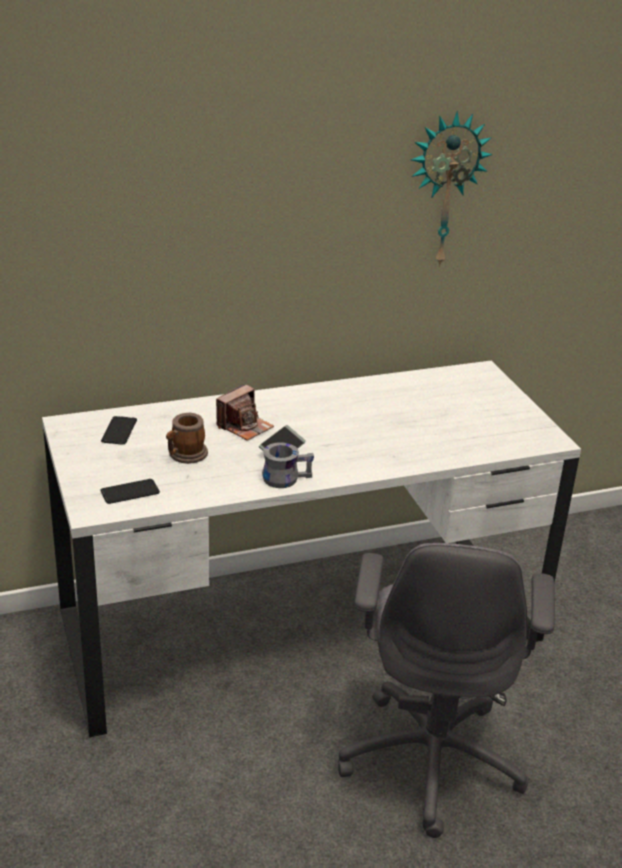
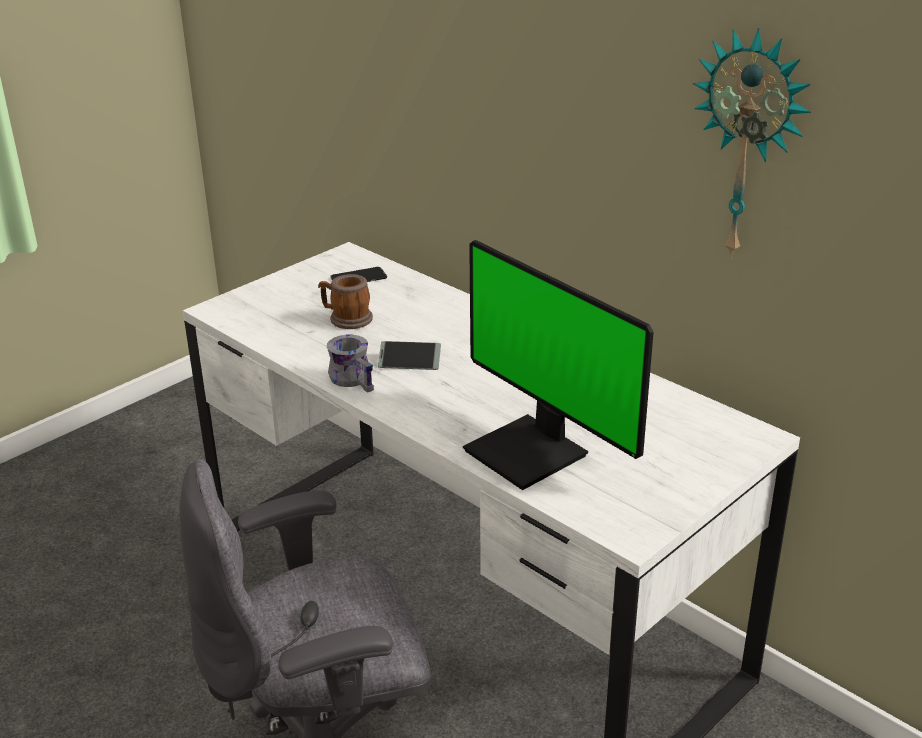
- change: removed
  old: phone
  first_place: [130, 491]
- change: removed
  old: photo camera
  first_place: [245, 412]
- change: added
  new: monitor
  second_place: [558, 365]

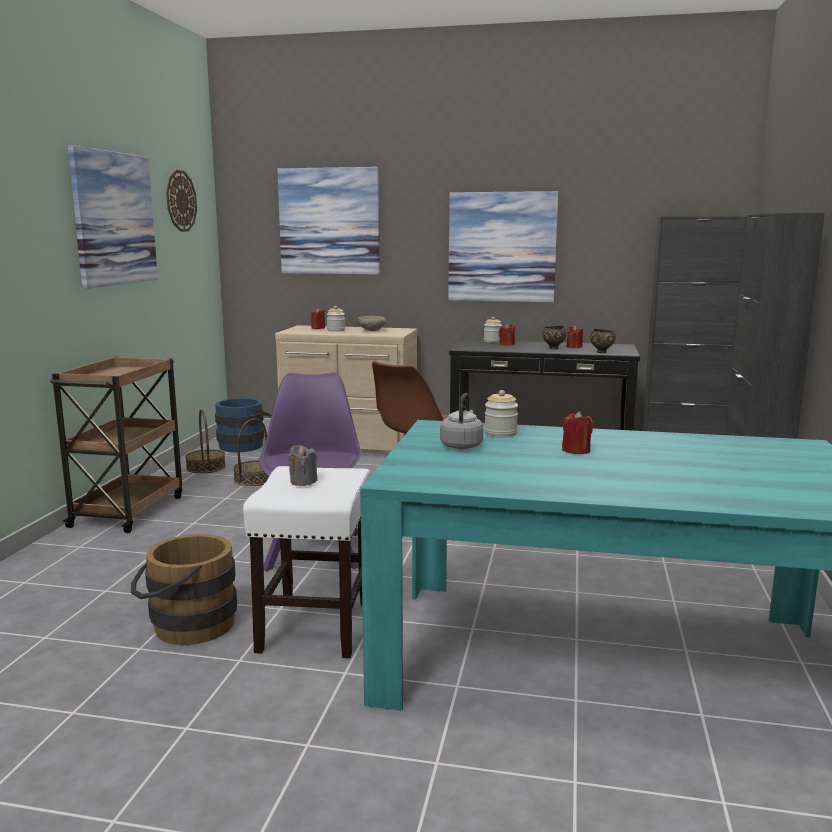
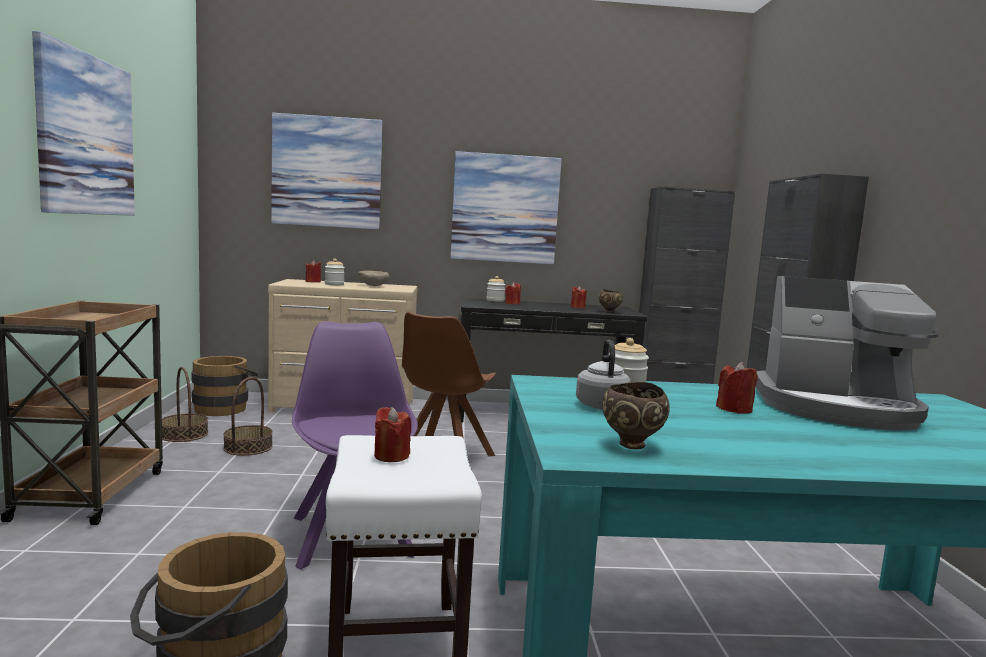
- change: removed
  old: wall clock
  first_place: [181, 201]
- change: recoloured
  old: blue bucket
  new: brown bucket
  first_place: [243, 425]
  second_place: [225, 386]
- change: recoloured
  old: grey candle
  new: red candle
  first_place: [303, 465]
  second_place: [392, 434]
- change: moved
  old: brown bowl
  first_place: [554, 337]
  second_place: [636, 415]
- change: added
  new: coffee machine
  second_place: [847, 353]

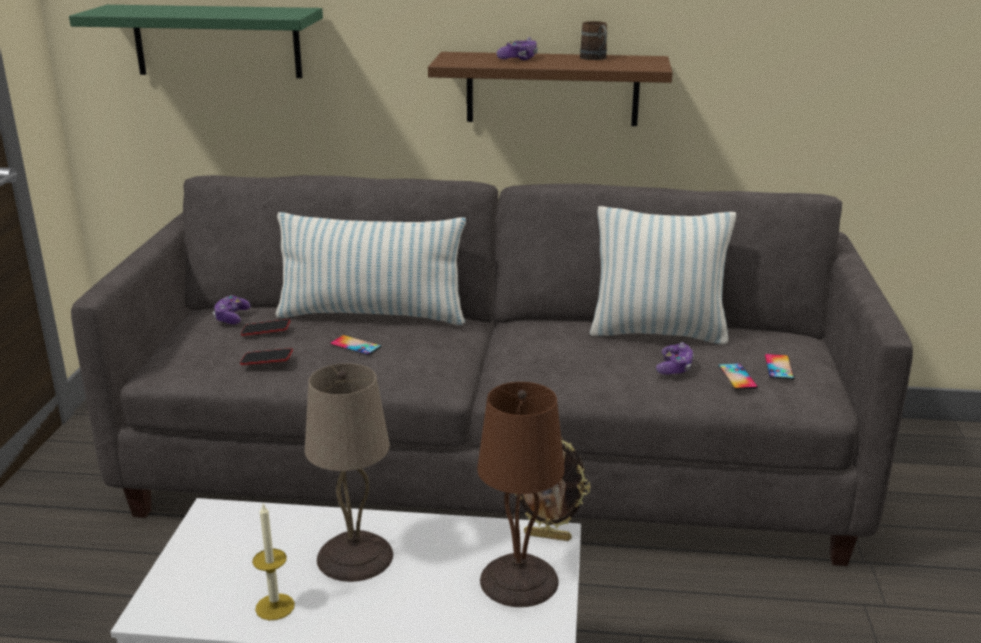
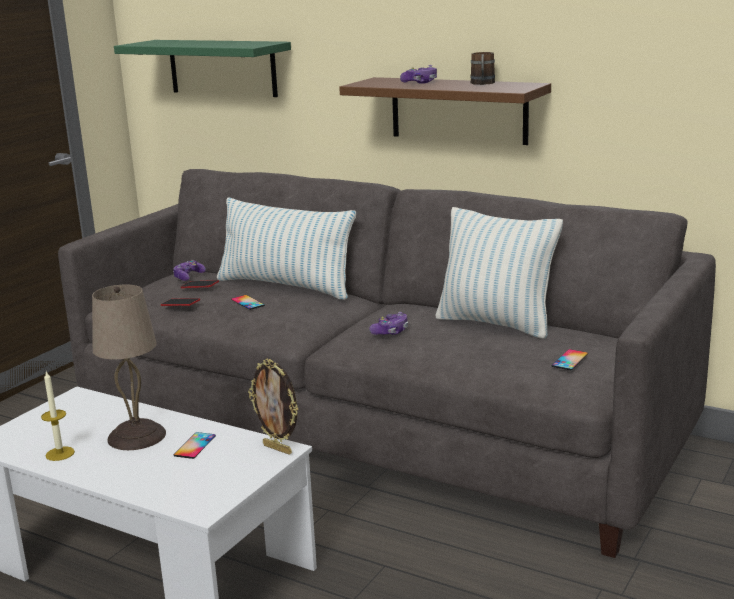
- change: removed
  old: brown table lamp
  first_place: [521, 494]
- change: moved
  old: game controller
  first_place: [675, 358]
  second_place: [388, 323]
- change: moved
  old: phone
  first_place: [738, 376]
  second_place: [195, 445]

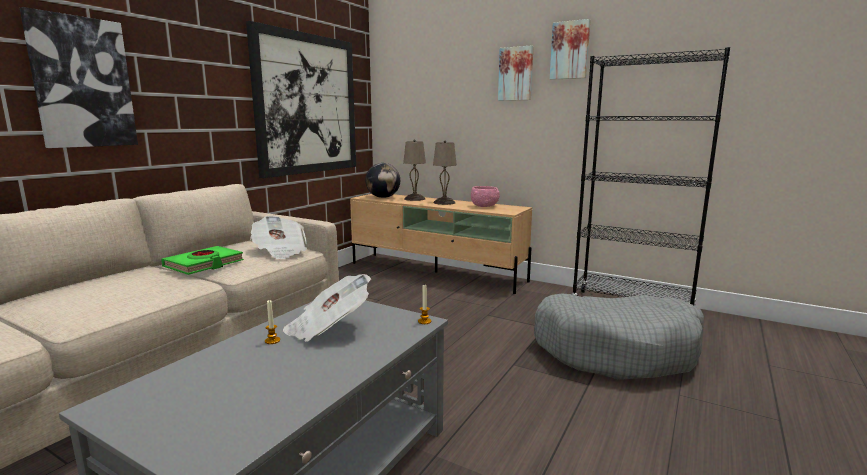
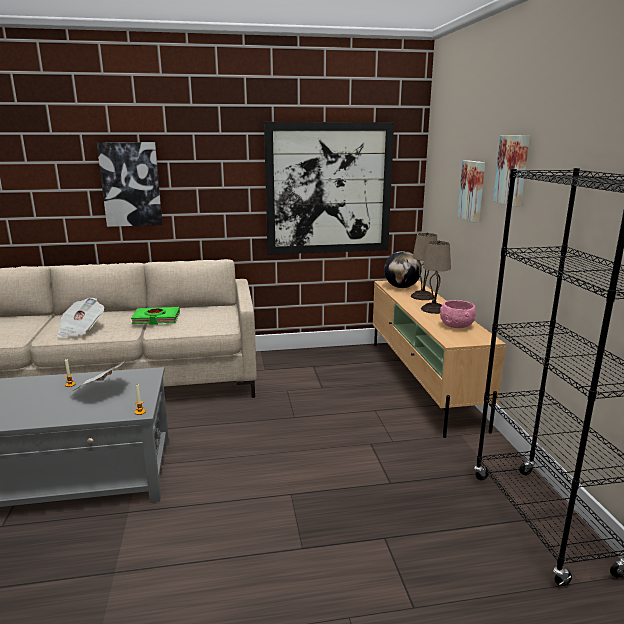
- change: moved
  old: newspaper
  first_place: [278, 237]
  second_place: [80, 318]
- change: removed
  old: grey dog bed
  first_place: [619, 337]
- change: moved
  old: picture
  first_place: [570, 49]
  second_place: [471, 191]

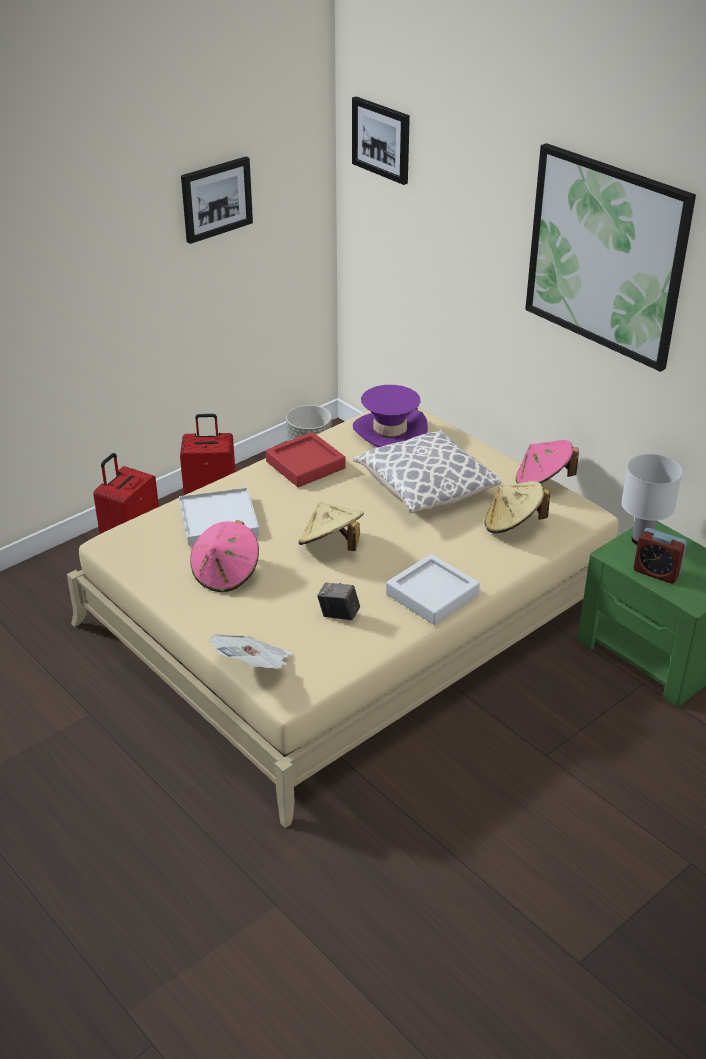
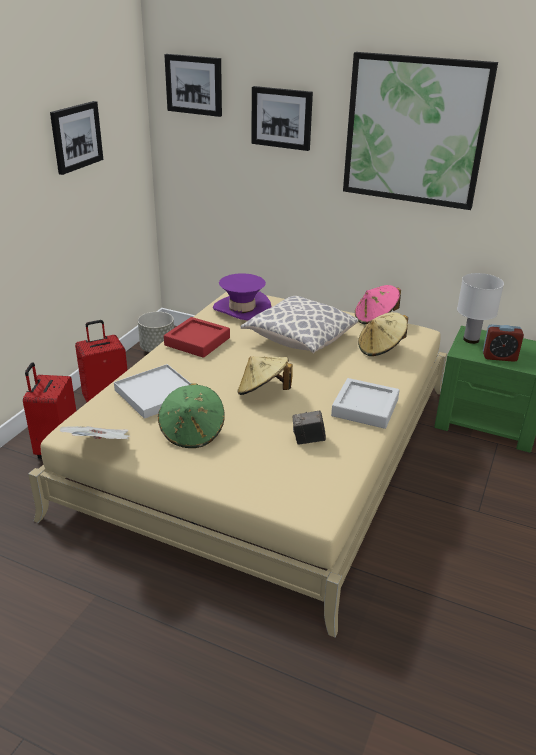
- change: recoloured
  old: pink hat
  new: green hat
  first_place: [224, 556]
  second_place: [191, 415]
- change: moved
  old: newspaper
  first_place: [250, 651]
  second_place: [95, 432]
- change: added
  new: picture
  second_place: [282, 118]

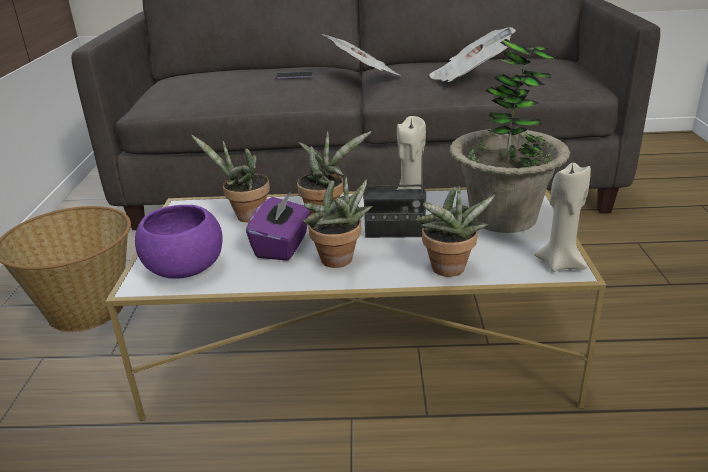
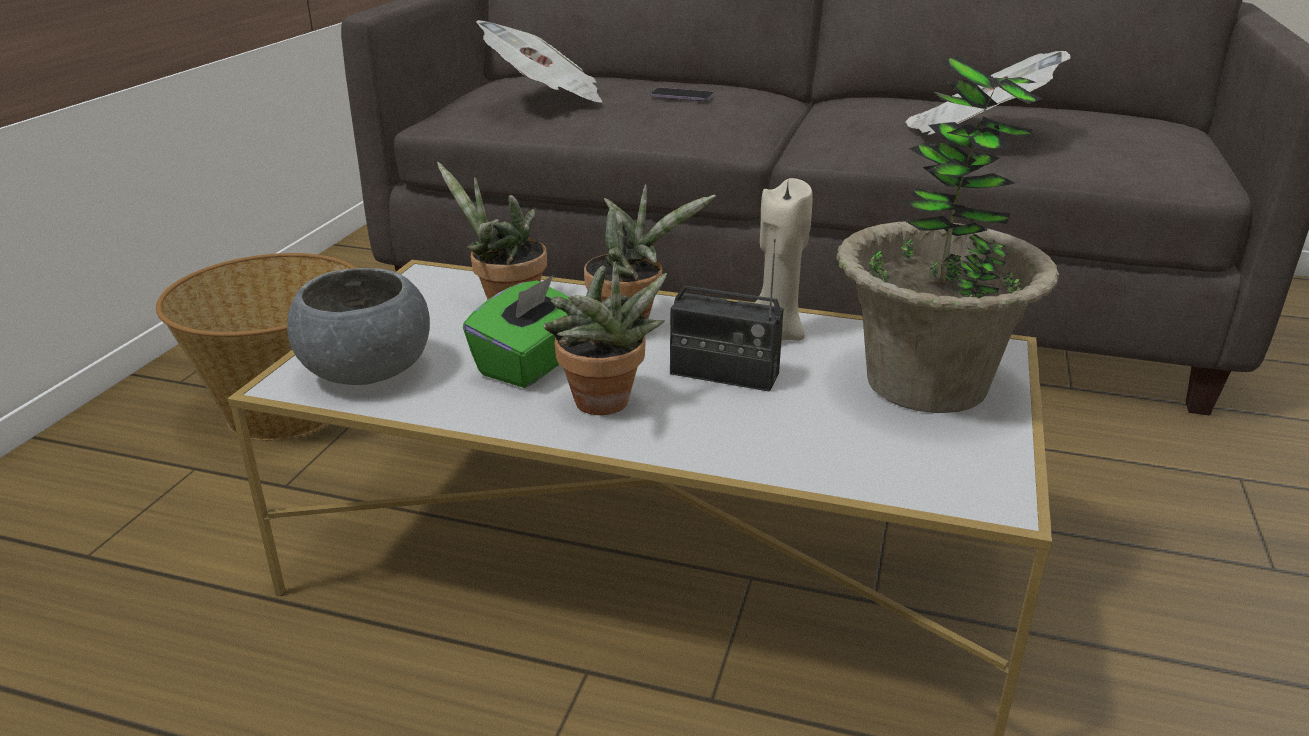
- change: recoloured
  old: purple bowl
  new: grey bowl
  first_place: [179, 242]
  second_place: [358, 326]
- change: recoloured
  old: purple tissue box
  new: green tissue box
  first_place: [278, 227]
  second_place: [516, 331]
- change: moved
  old: newspaper
  first_place: [362, 55]
  second_place: [539, 61]
- change: removed
  old: potted plant
  first_place: [455, 231]
- change: removed
  old: beige candle
  first_place: [562, 217]

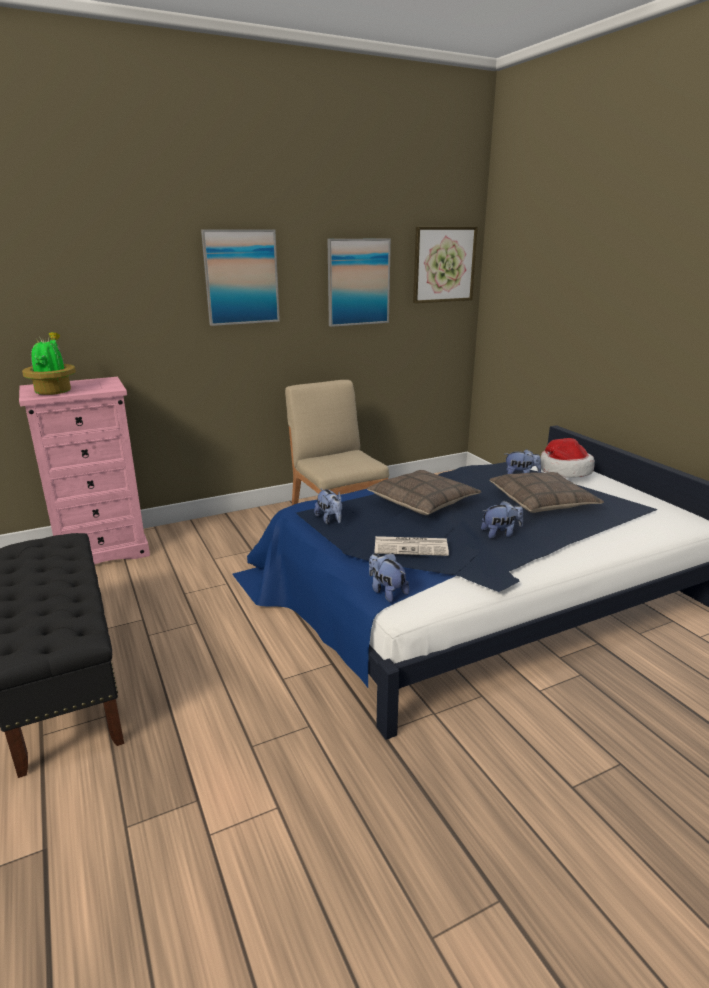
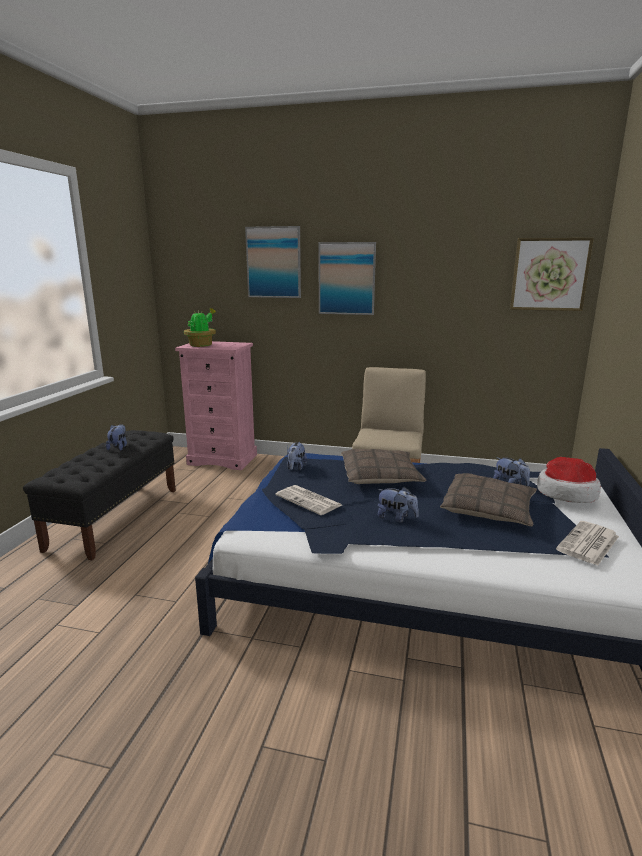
- change: moved
  old: picture
  first_place: [359, 282]
  second_place: [273, 262]
- change: moved
  old: plush toy
  first_place: [389, 577]
  second_place: [116, 437]
- change: added
  new: newspaper
  second_place: [587, 543]

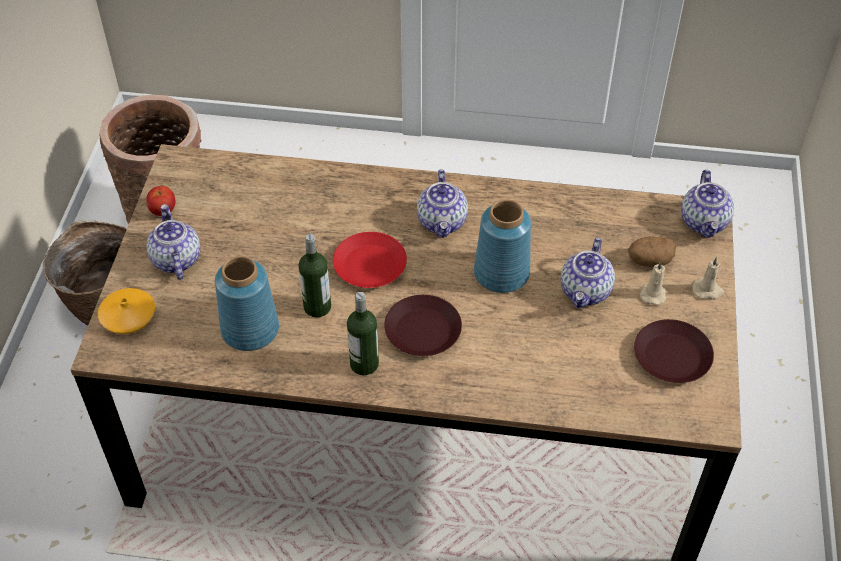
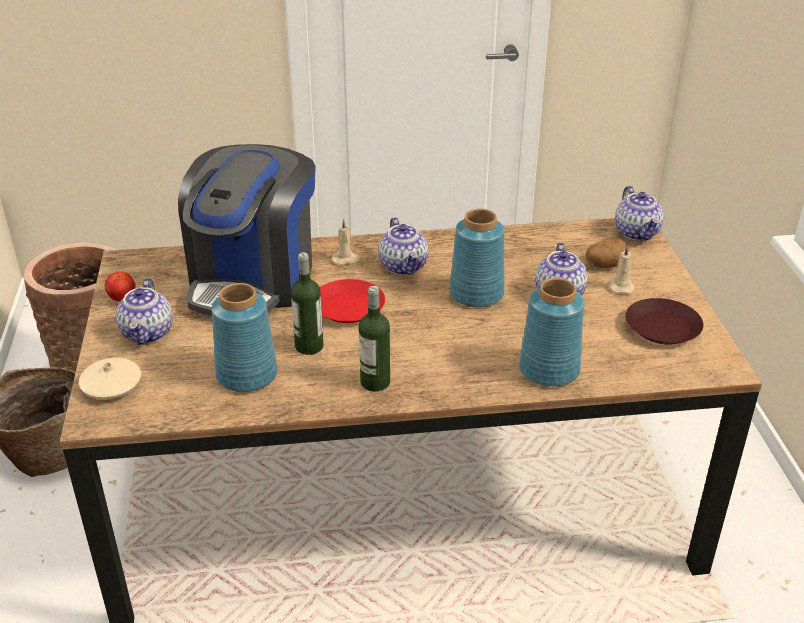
- change: recoloured
  old: orange vase
  new: beige vase
  first_place: [126, 311]
  second_place: [109, 379]
- change: turned
  old: teapot
  first_place: [173, 242]
  second_place: [144, 311]
  degrees: -150
- change: removed
  old: brown plate
  first_place: [423, 325]
- change: moved
  old: beige candle
  first_place: [708, 278]
  second_place: [346, 242]
- change: added
  new: coffee machine
  second_place: [247, 230]
- change: added
  new: blue vase
  second_place: [551, 332]

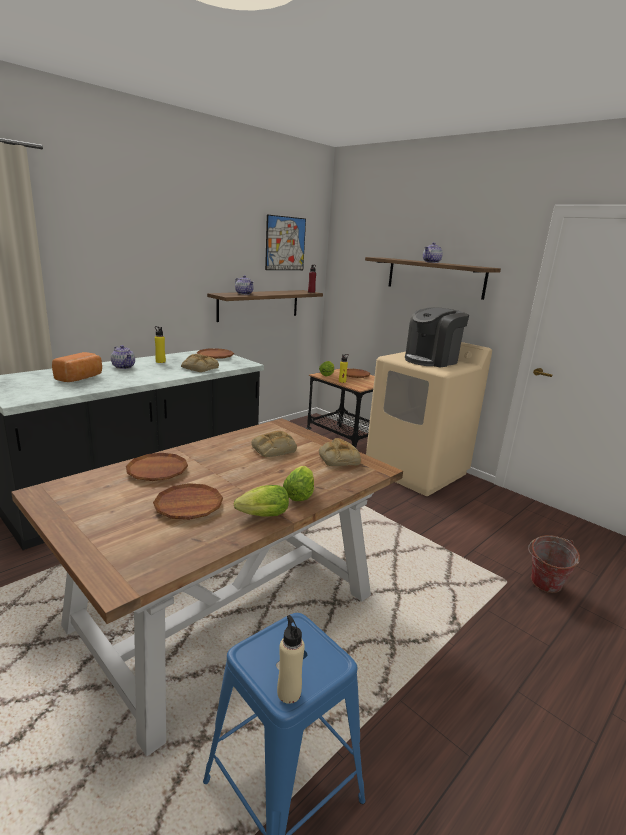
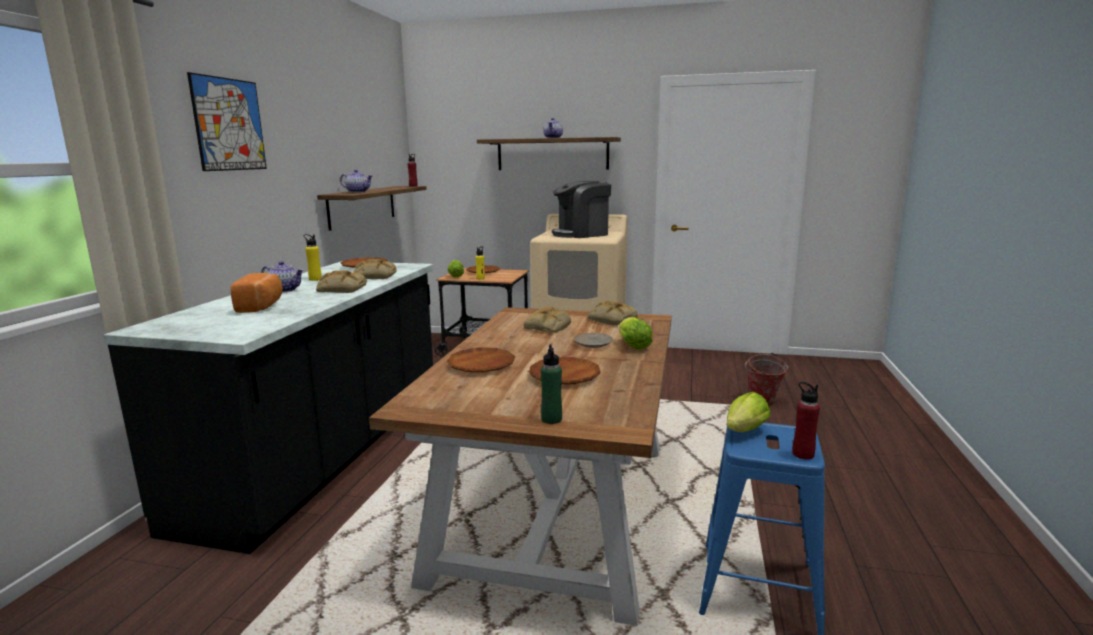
- change: moved
  old: lettuce
  first_place: [261, 501]
  second_place: [749, 412]
- change: moved
  old: picture
  first_place: [285, 242]
  second_place: [227, 121]
- change: recoloured
  old: beige bottle
  new: red bottle
  first_place: [291, 659]
  second_place: [806, 421]
- change: turned
  old: coffee machine
  first_place: [437, 337]
  second_place: [581, 209]
  degrees: 45
- change: added
  new: bread
  second_place: [341, 281]
- change: added
  new: green bottle
  second_place: [551, 384]
- change: added
  new: beige plate
  second_place: [593, 340]

